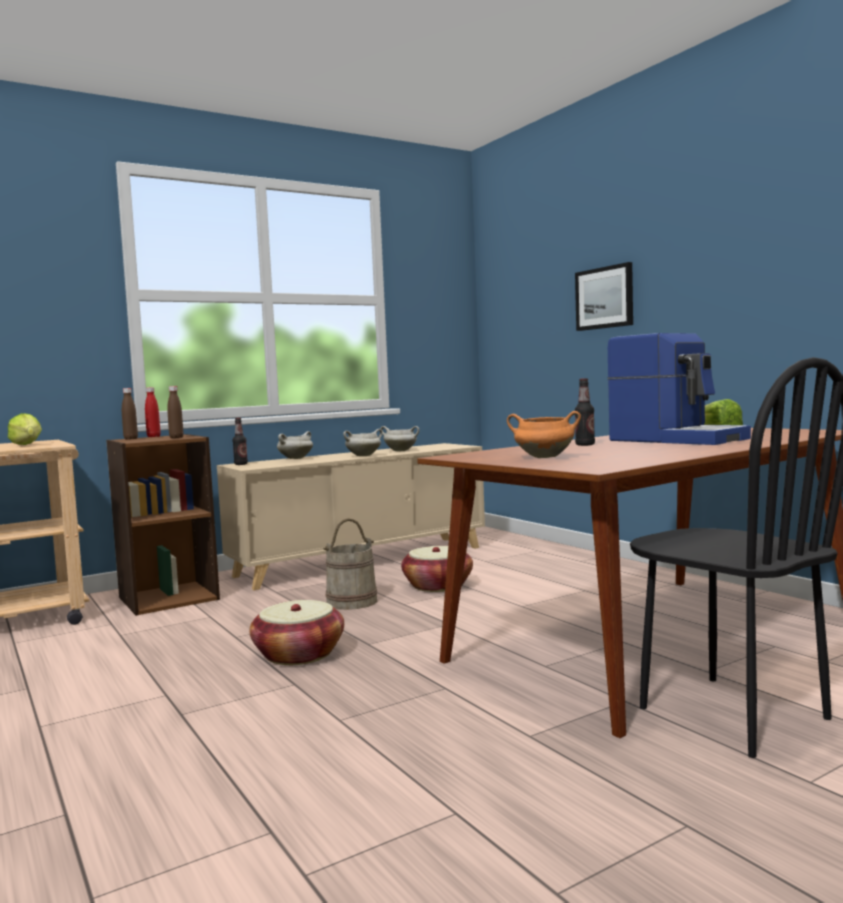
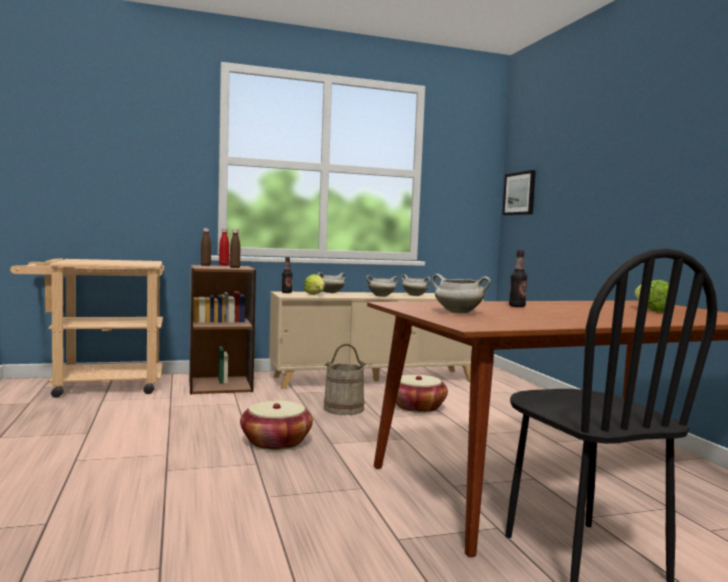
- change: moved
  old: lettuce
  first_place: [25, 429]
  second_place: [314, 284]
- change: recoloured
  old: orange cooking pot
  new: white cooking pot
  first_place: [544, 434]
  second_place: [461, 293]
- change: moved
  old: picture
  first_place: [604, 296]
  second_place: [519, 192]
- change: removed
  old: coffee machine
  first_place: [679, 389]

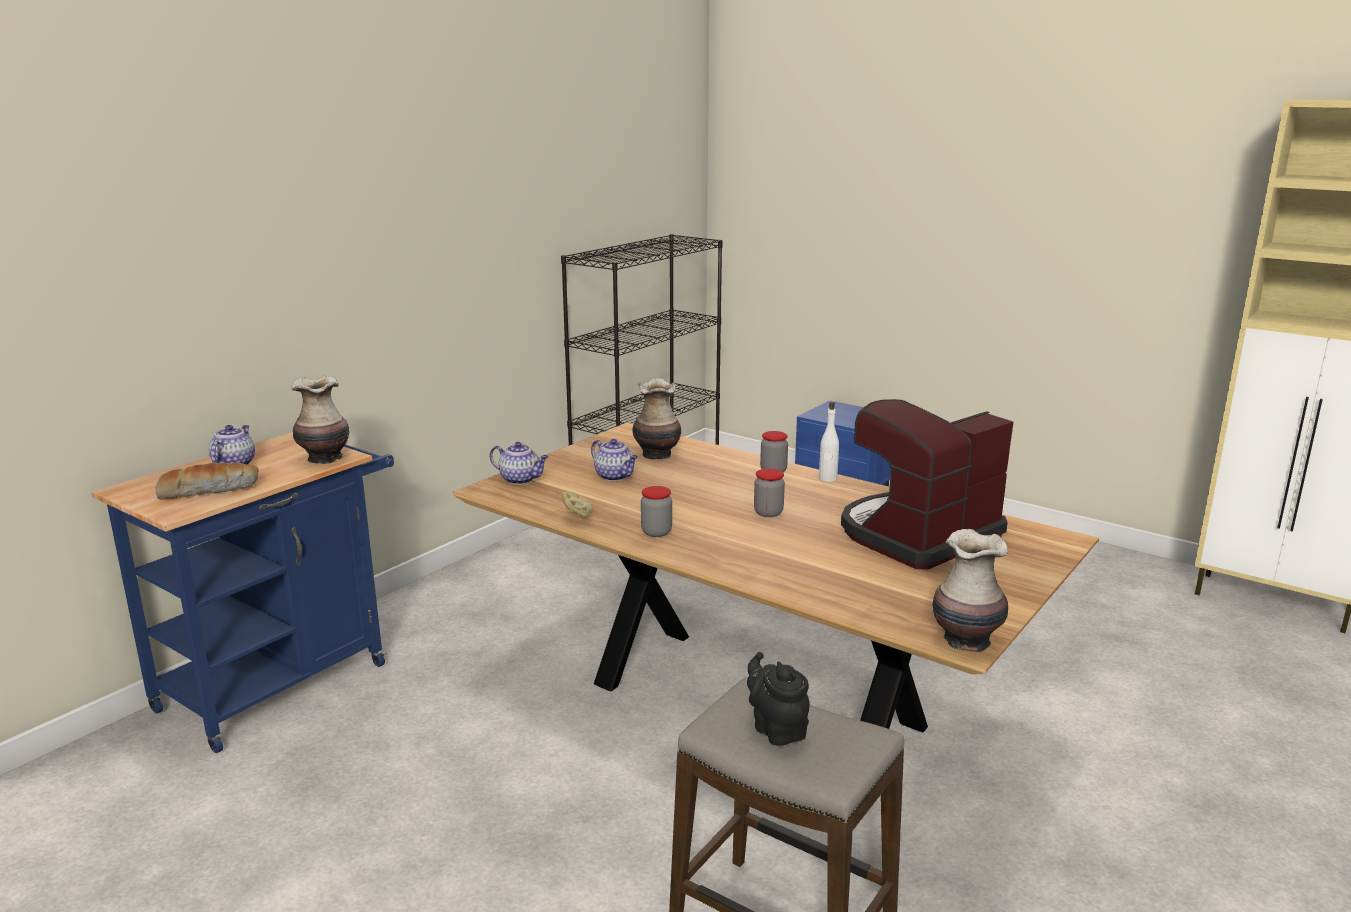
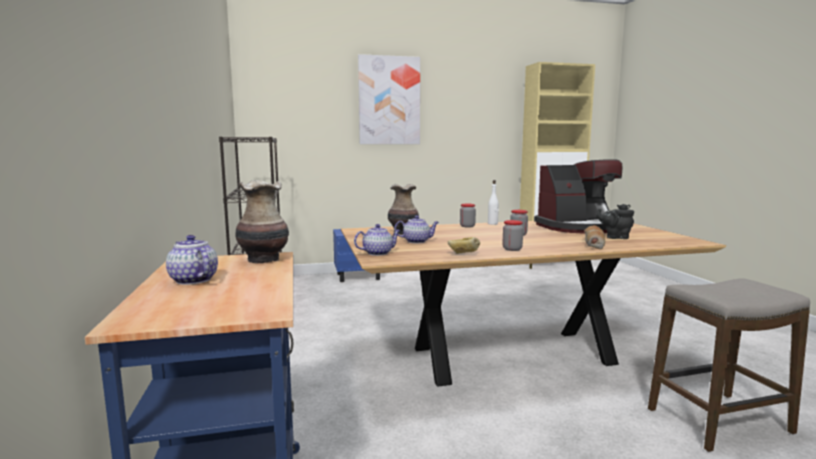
- change: moved
  old: bread
  first_place: [206, 481]
  second_place: [594, 237]
- change: moved
  old: black teapot
  first_place: [778, 699]
  second_place: [615, 221]
- change: turned
  old: coffee machine
  first_place: [927, 484]
  second_place: [578, 196]
  degrees: -105
- change: removed
  old: vase
  first_place: [970, 590]
- change: added
  new: picture
  second_place: [389, 99]

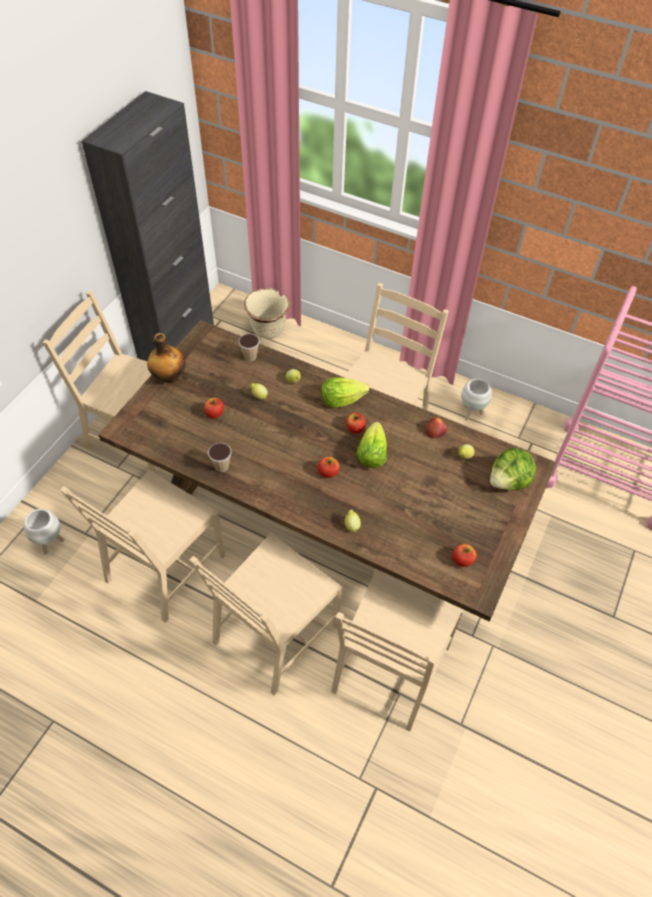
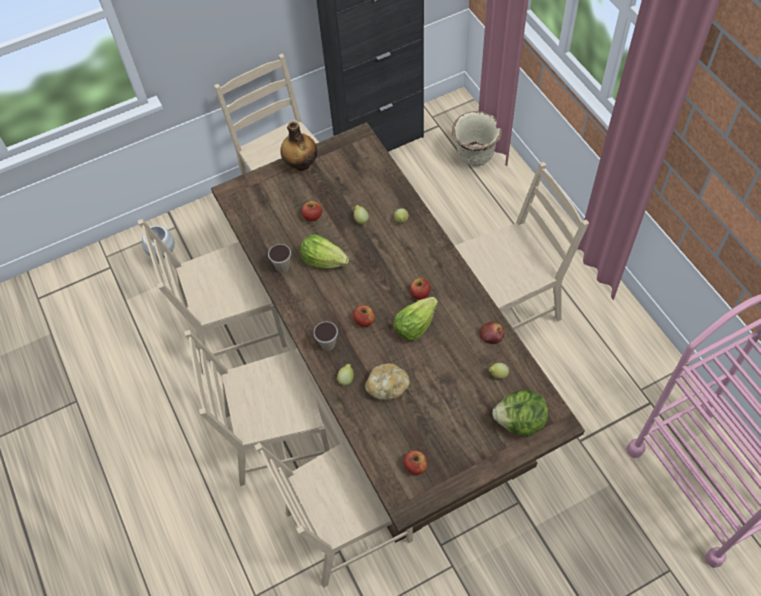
- change: moved
  old: cup
  first_place: [249, 347]
  second_place: [326, 336]
- change: moved
  old: lettuce
  first_place: [345, 392]
  second_place: [324, 251]
- change: removed
  old: white planter
  first_place: [476, 399]
- change: added
  new: bread
  second_place: [387, 381]

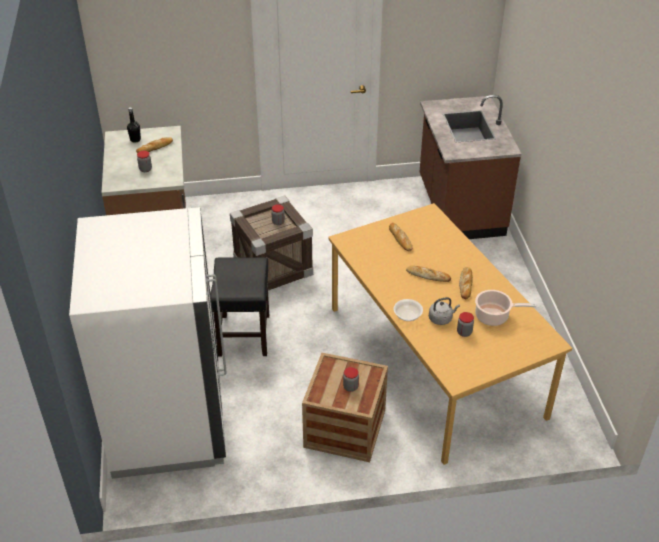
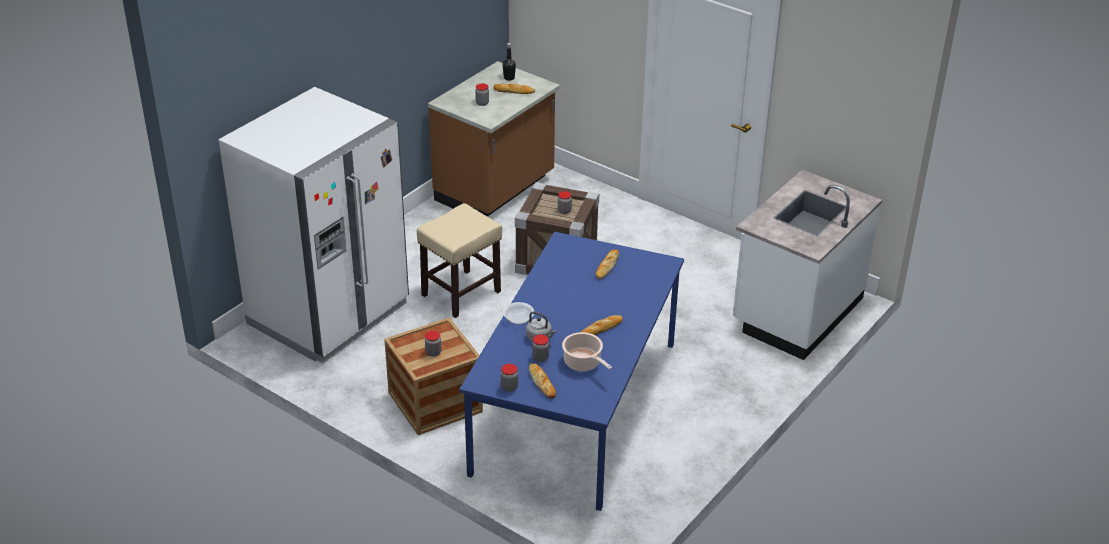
- change: recoloured
  old: black stool
  new: beige stool
  first_place: [239, 307]
  second_place: [459, 260]
- change: recoloured
  old: orange dining table
  new: blue dining table
  first_place: [450, 334]
  second_place: [571, 371]
- change: moved
  old: bread
  first_place: [428, 274]
  second_place: [542, 381]
- change: recoloured
  old: brown counter
  new: white counter
  first_place: [470, 167]
  second_place: [807, 265]
- change: added
  new: jar
  second_place: [509, 378]

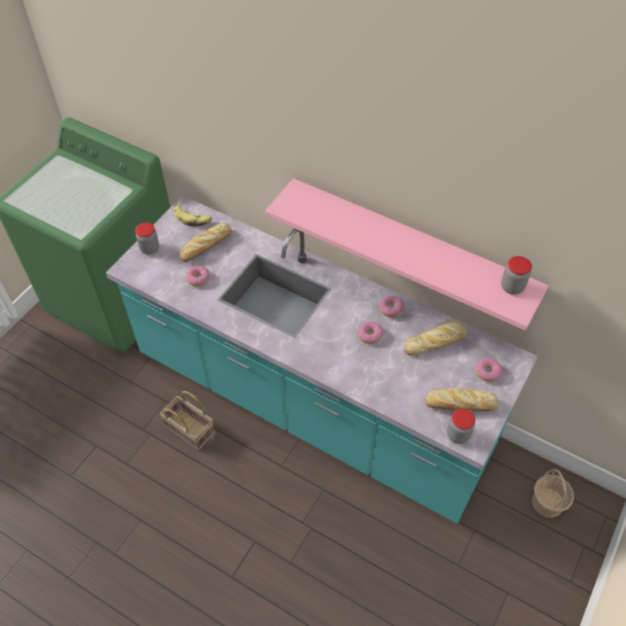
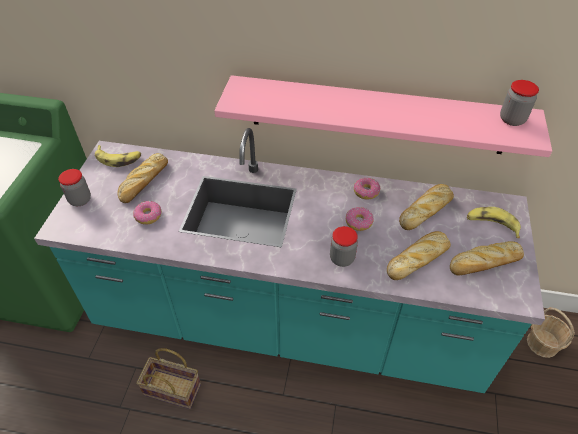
- change: moved
  old: jar
  first_place: [461, 426]
  second_place: [344, 246]
- change: replaced
  old: donut
  new: banana
  first_place: [488, 370]
  second_place: [494, 222]
- change: added
  new: bread
  second_place: [419, 255]

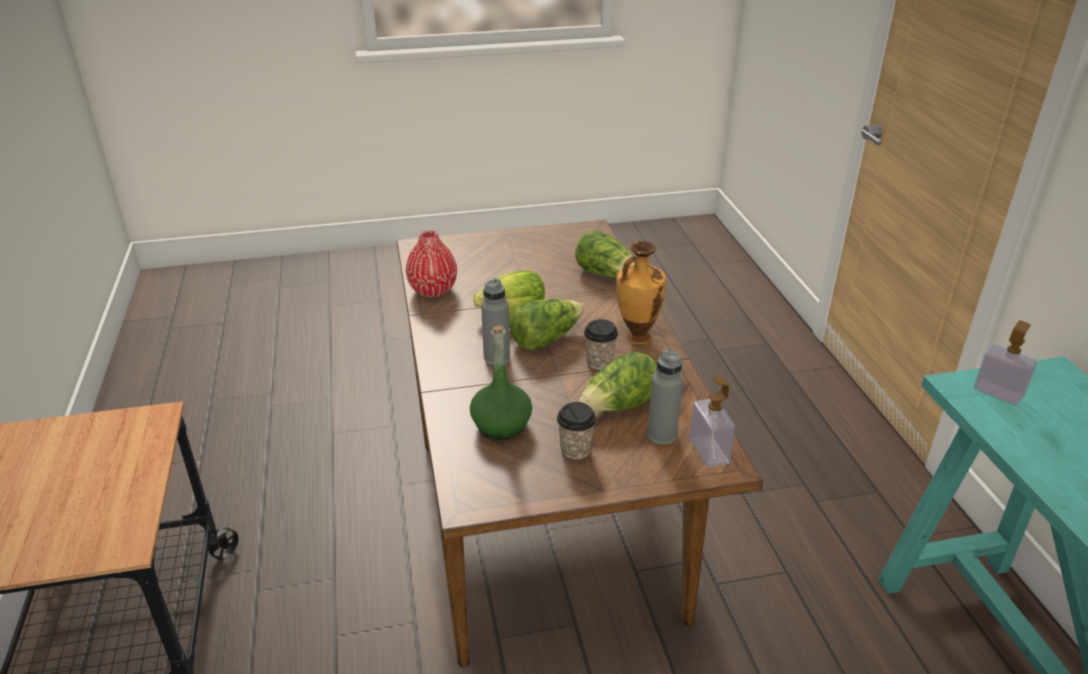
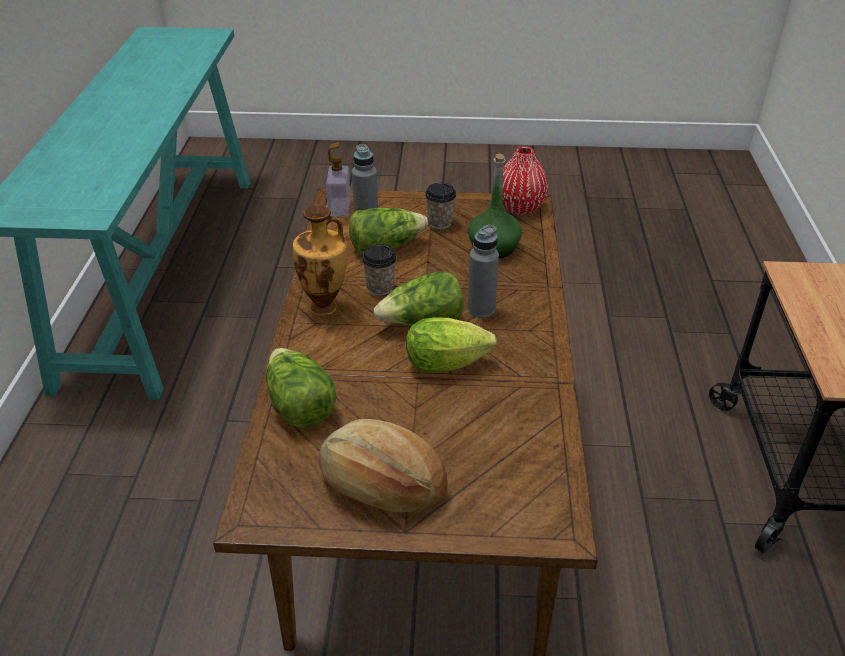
- change: moved
  old: red vase
  first_place: [431, 263]
  second_place: [525, 180]
- change: removed
  old: soap dispenser
  first_place: [1005, 363]
- change: added
  new: bread
  second_place: [383, 466]

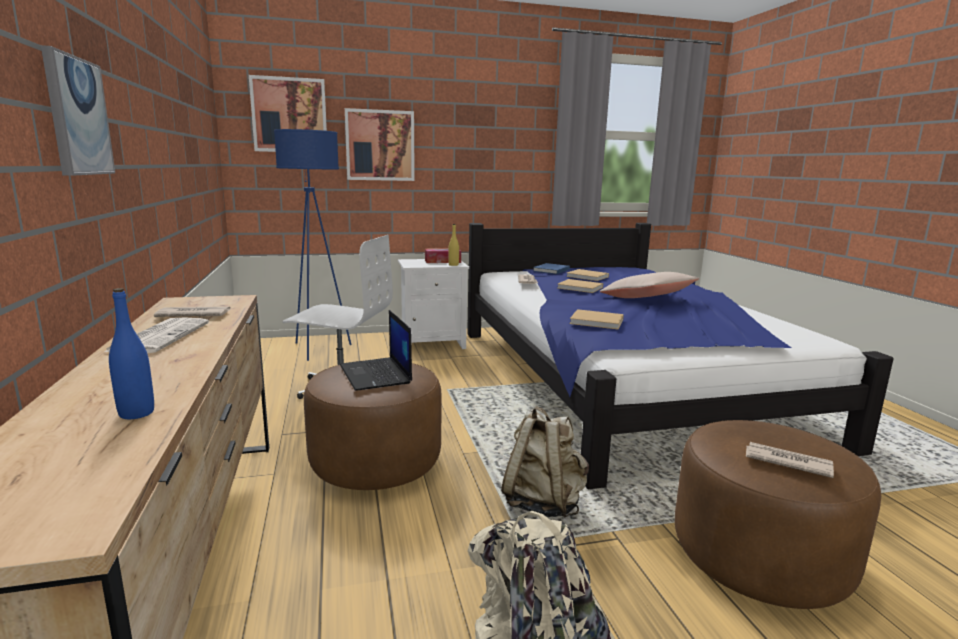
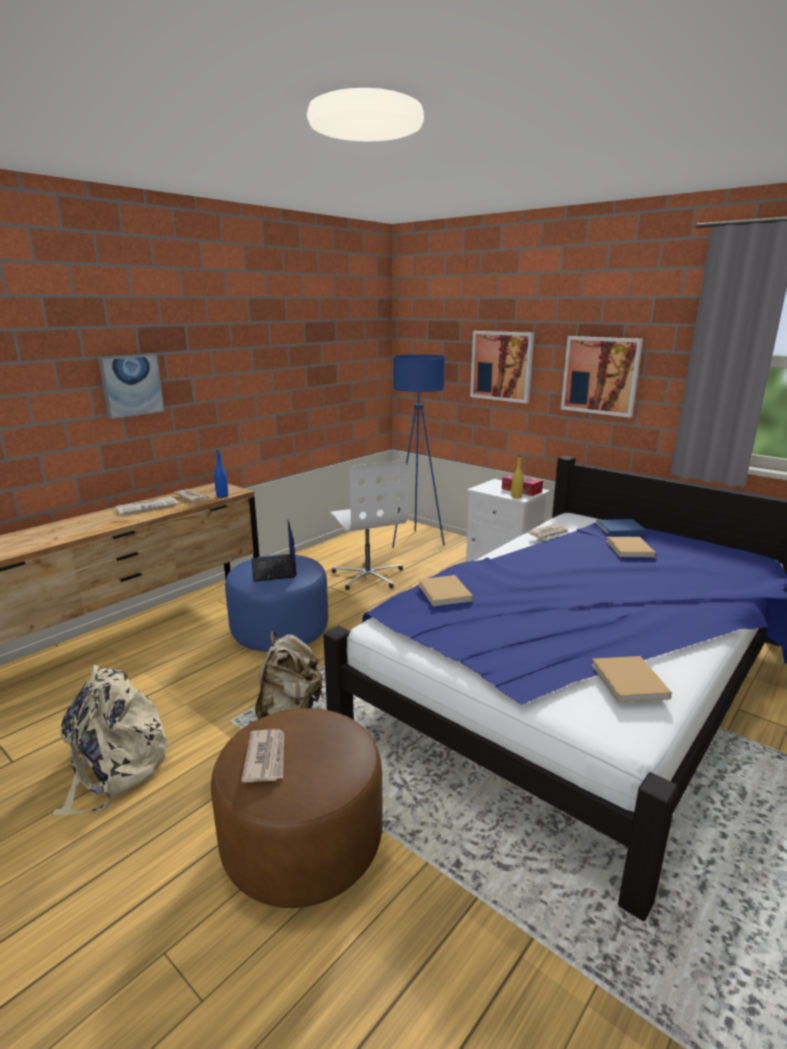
- change: moved
  old: blue bottle
  first_place: [131, 353]
  second_place: [221, 474]
- change: moved
  old: picture
  first_place: [288, 113]
  second_place: [602, 377]
- change: recoloured
  old: brown ottoman
  new: blue ottoman
  first_place: [373, 425]
  second_place: [276, 603]
- change: turned
  old: laptop
  first_place: [376, 350]
  second_place: [274, 550]
  degrees: -45
- change: moved
  old: beige book
  first_place: [580, 286]
  second_place: [631, 679]
- change: removed
  old: beige pillow
  first_place: [649, 285]

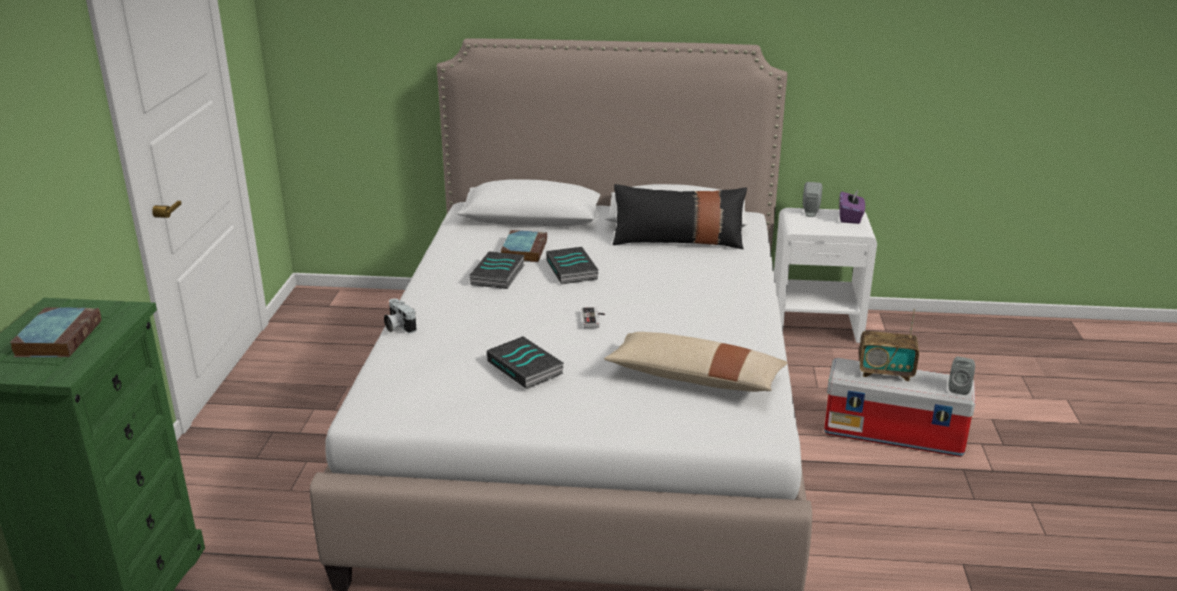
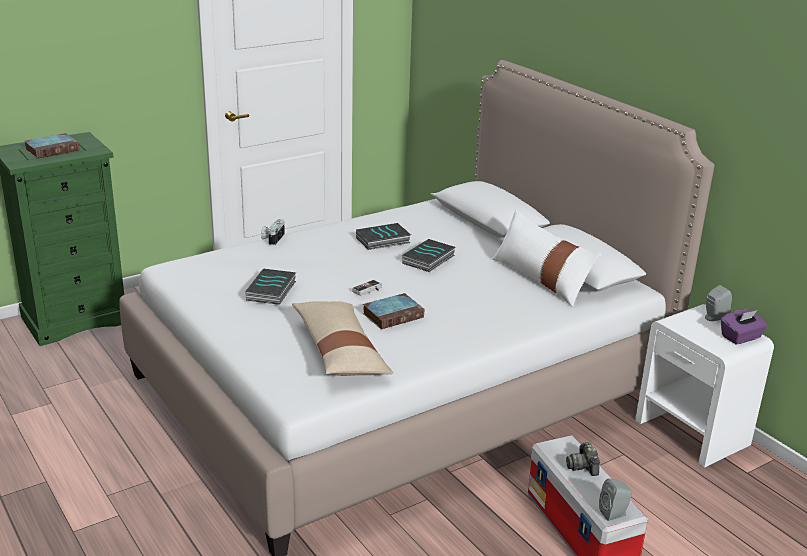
- change: moved
  old: book
  first_place: [524, 246]
  second_place: [393, 311]
- change: recoloured
  old: black pillow
  new: white pillow
  first_place: [680, 216]
  second_place: [546, 258]
- change: replaced
  old: radio
  new: photo camera
  first_place: [889, 345]
  second_place: [583, 459]

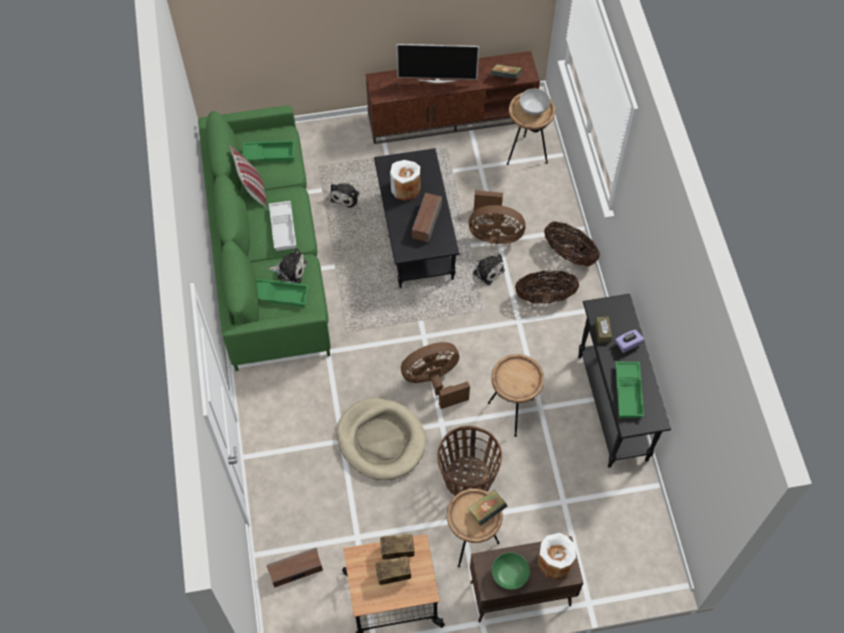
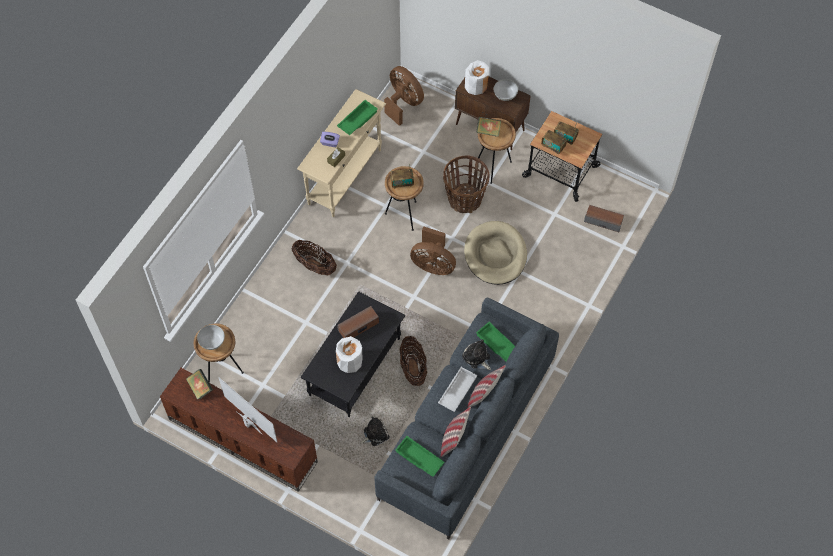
- change: recoloured
  old: green sofa
  new: grey sofa
  first_place: [264, 238]
  second_place: [466, 418]
- change: moved
  old: brown fan
  first_place: [497, 217]
  second_place: [404, 96]
- change: removed
  old: plush toy
  first_place: [488, 269]
- change: recoloured
  old: green bowl
  new: white bowl
  first_place: [511, 571]
  second_place: [506, 90]
- change: moved
  old: basket
  first_place: [572, 243]
  second_place: [413, 361]
- change: recoloured
  old: black console table
  new: beige console table
  first_place: [624, 381]
  second_place: [341, 153]
- change: added
  new: radio
  second_place: [402, 175]
- change: added
  new: pillow
  second_place: [486, 386]

